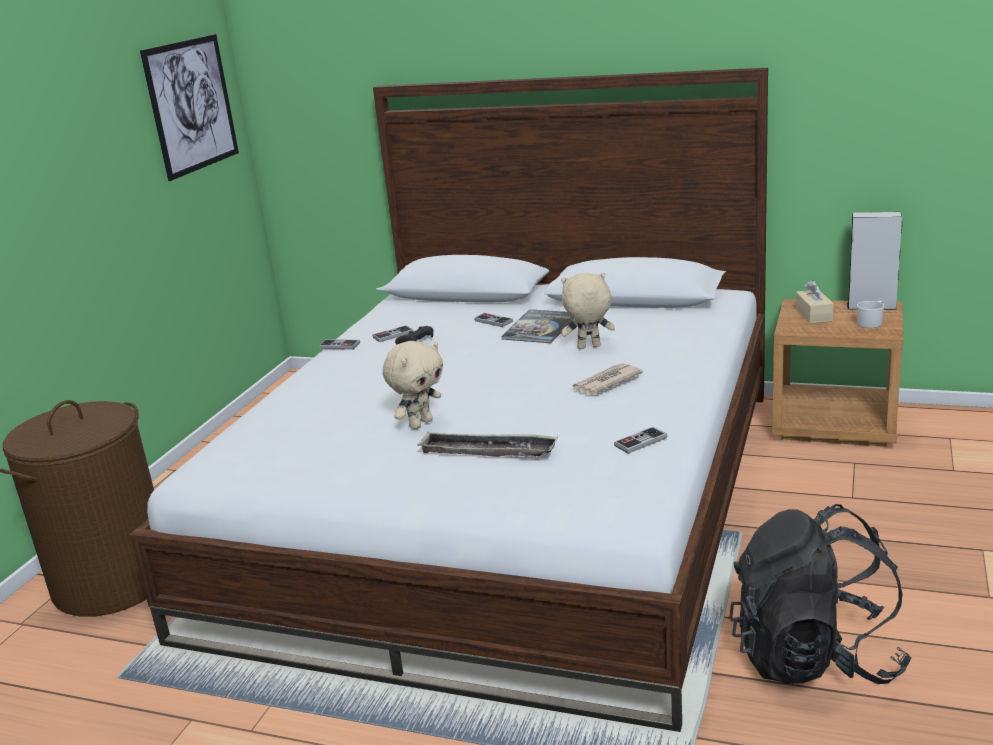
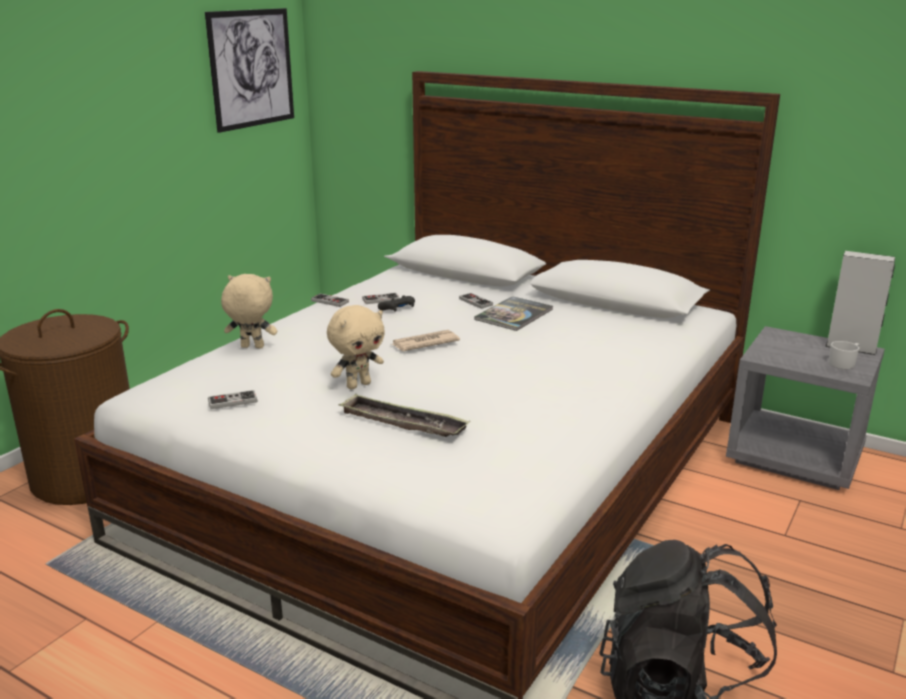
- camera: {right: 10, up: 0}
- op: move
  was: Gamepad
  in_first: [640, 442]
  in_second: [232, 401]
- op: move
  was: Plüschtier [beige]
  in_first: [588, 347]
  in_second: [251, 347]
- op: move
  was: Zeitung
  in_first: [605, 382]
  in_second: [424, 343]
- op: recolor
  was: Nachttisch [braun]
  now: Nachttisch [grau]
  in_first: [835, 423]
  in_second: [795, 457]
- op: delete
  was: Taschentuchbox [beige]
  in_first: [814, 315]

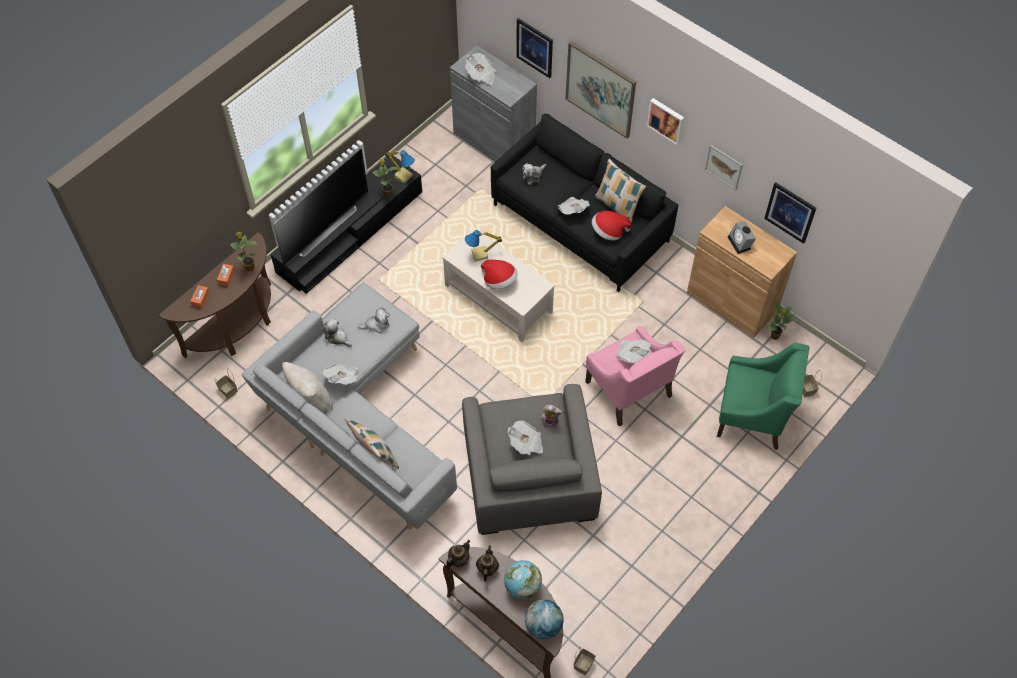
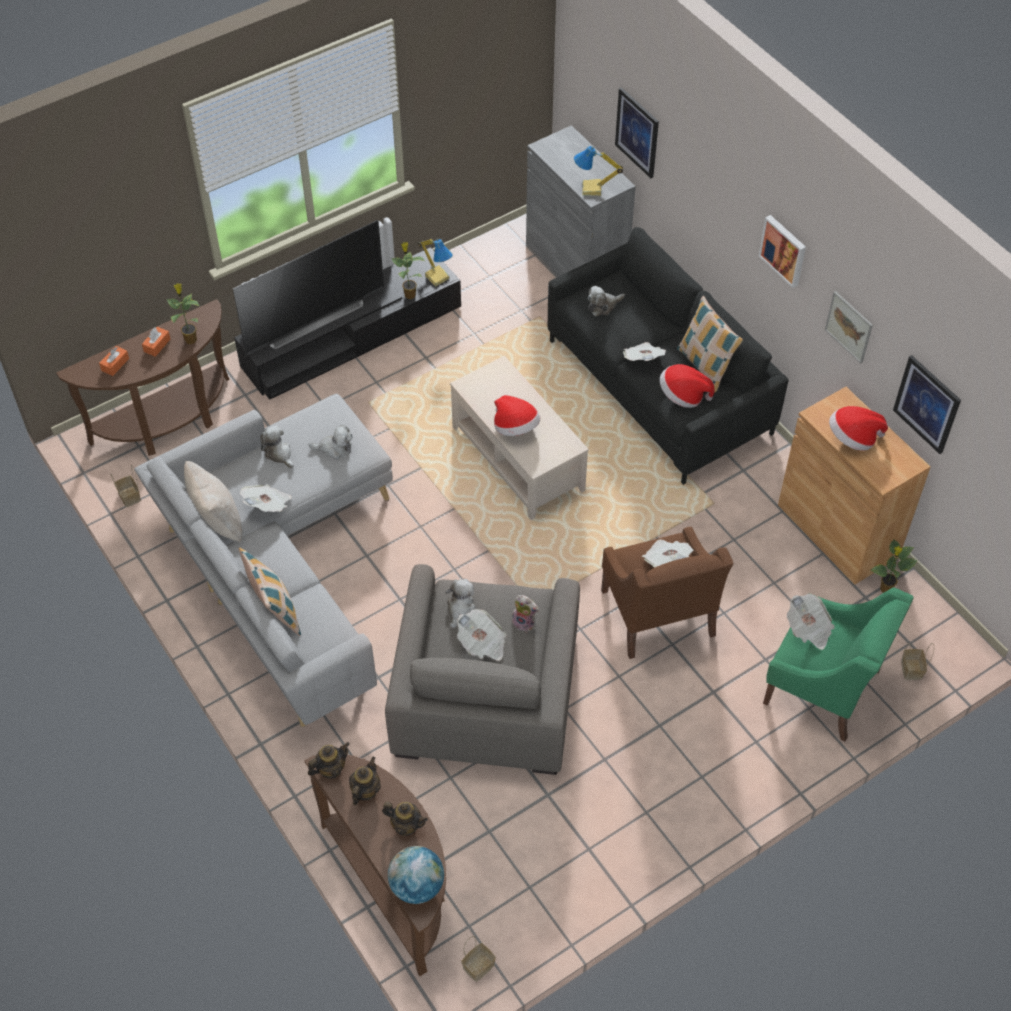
- camera: {right: 15, up: -5}
- op: replace
  was: Globus
  now: Teekanne
  in_first: [522, 586]
  in_second: [406, 825]
- op: insert
  now: Plüschtier
  in_second: [460, 608]
- op: move
  was: Tischlampe
  in_first: [480, 255]
  in_second: [592, 189]
- op: recolor
  was: Sessel [rosa]
  now: Sessel [braun]
  in_first: [629, 390]
  in_second: [658, 614]
- op: move
  was: Zeitung
  in_first: [481, 75]
  in_second: [808, 629]
- op: replace
  was: Wecker
  now: Hut
  in_first: [740, 243]
  in_second: [852, 438]
- op: delete
  was: Bild
  in_first: [600, 89]

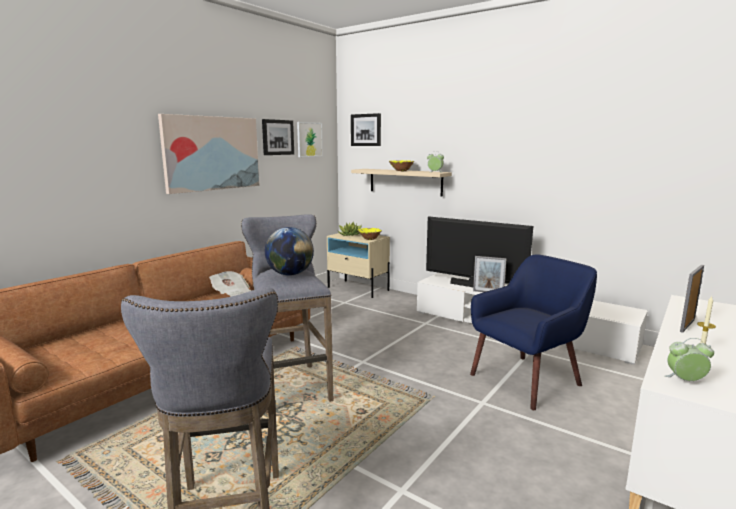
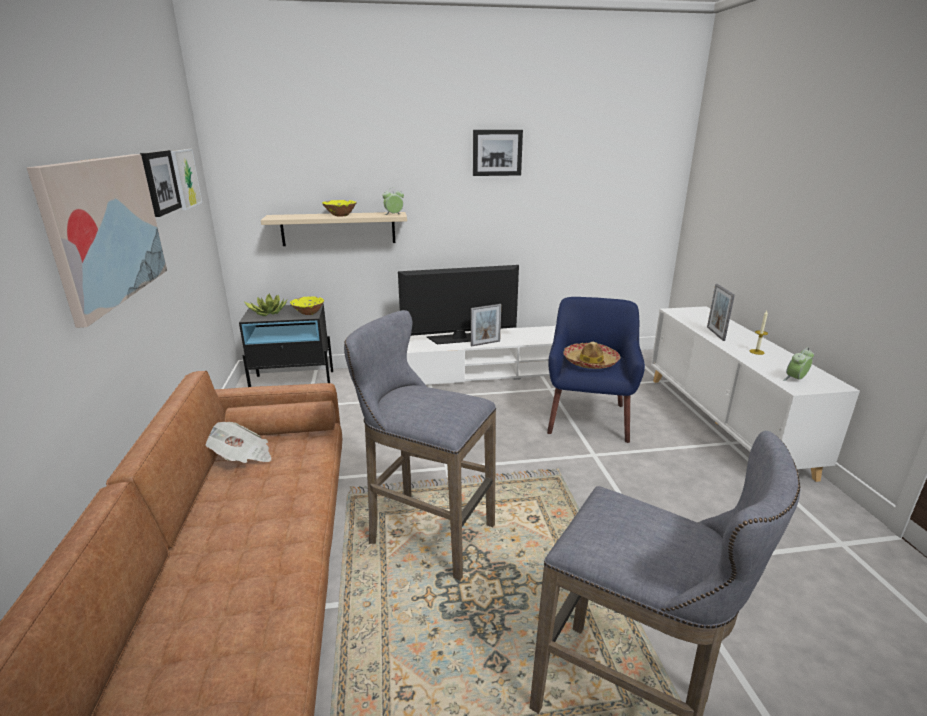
- camera: {right: -45, up: 10}
- op: recolor
  was: Nachttisch [beige]
  now: Nachttisch [schwarz]
  in_first: [358, 289]
  in_second: [293, 381]
- op: move
  was: Bild
  in_first: [366, 130]
  in_second: [497, 152]
- op: insert
  now: Hut
  in_second: [590, 362]
- op: delete
  was: Globus
  in_first: [290, 274]

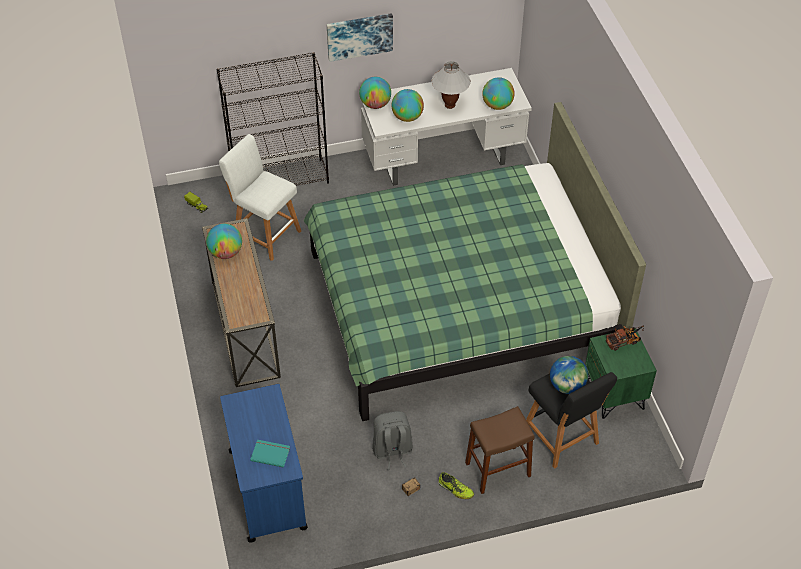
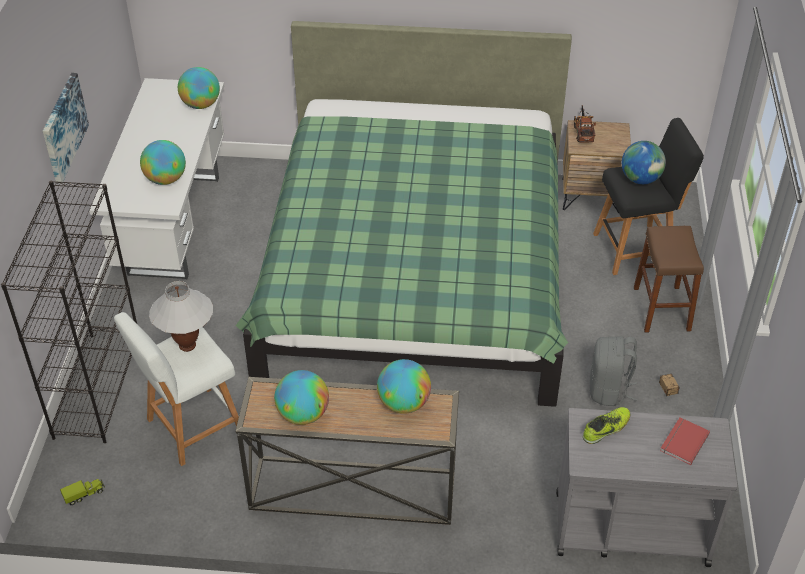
- camera: {right: -70, up: -5}
- op: move
  was: Tischlampe [weiß]
  in_first: [449, 105]
  in_second: [187, 346]
- op: move
  was: Globus
  in_first: [375, 104]
  in_second: [404, 403]
- op: recolor
  was: Rollwagen [blau]
  now: Rollwagen [grau]
  in_first: [267, 488]
  in_second: [630, 528]
- op: recolor
  was: Nachttisch [grün]
  now: Nachttisch [braun]
  in_first: [614, 394]
  in_second: [591, 195]
- op: move
  was: Schuh
  in_first: [455, 489]
  in_second: [606, 429]
- op: recolor
  was: Buch [türkis]
  now: Buch [rot]
  in_first: [270, 453]
  in_second: [683, 442]

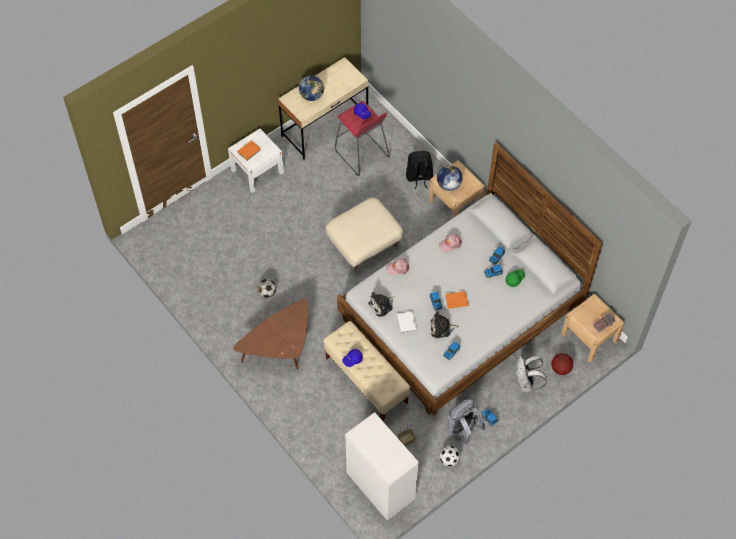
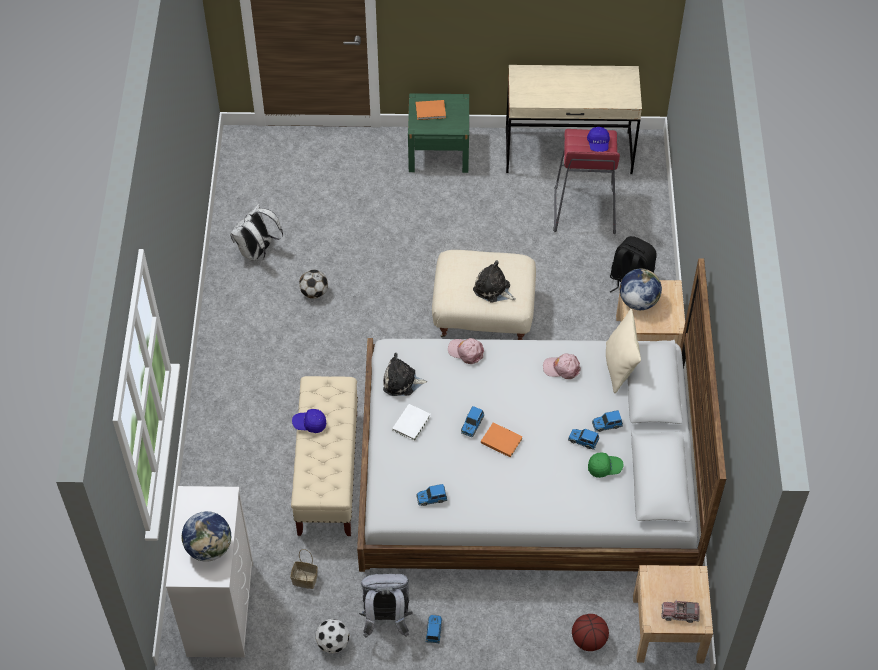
- camera: {right: 40, up: -5}
- op: move
  was: Globus
  in_first: [312, 96]
  in_second: [209, 548]
- op: move
  was: Rucksack [weiß]
  in_first: [526, 383]
  in_second: [257, 252]
- op: recolor
  was: Nachttisch [weiß]
  now: Nachttisch [grün]
  in_first: [257, 171]
  in_second: [438, 152]
- op: move
  was: Plüschtier
  in_first: [441, 328]
  in_second: [493, 289]
- op: insert
  now: Kissen [beige]
  in_second: [619, 367]
- op: delete
  was: Couchtisch [braun]
  in_first: [280, 348]

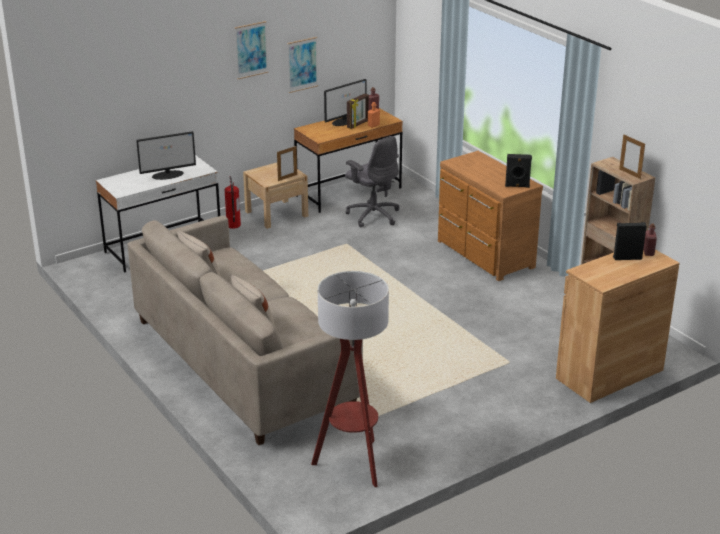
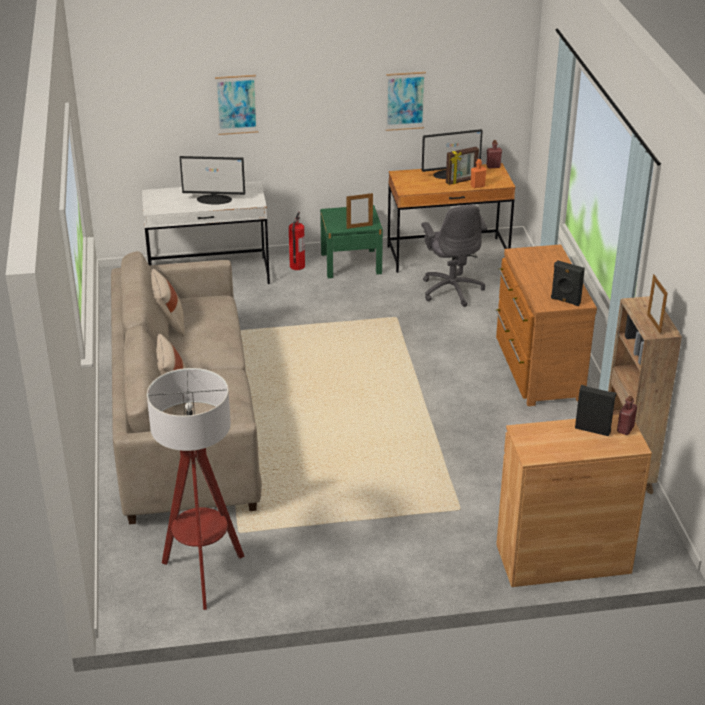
- camera: {right: 25, up: 5}
- op: move
  was: Bild
  in_first: [251, 50]
  in_second: [236, 104]
- op: recolor
  was: Nachttisch [beige]
  now: Nachttisch [grün]
  in_first: [276, 214]
  in_second: [351, 263]

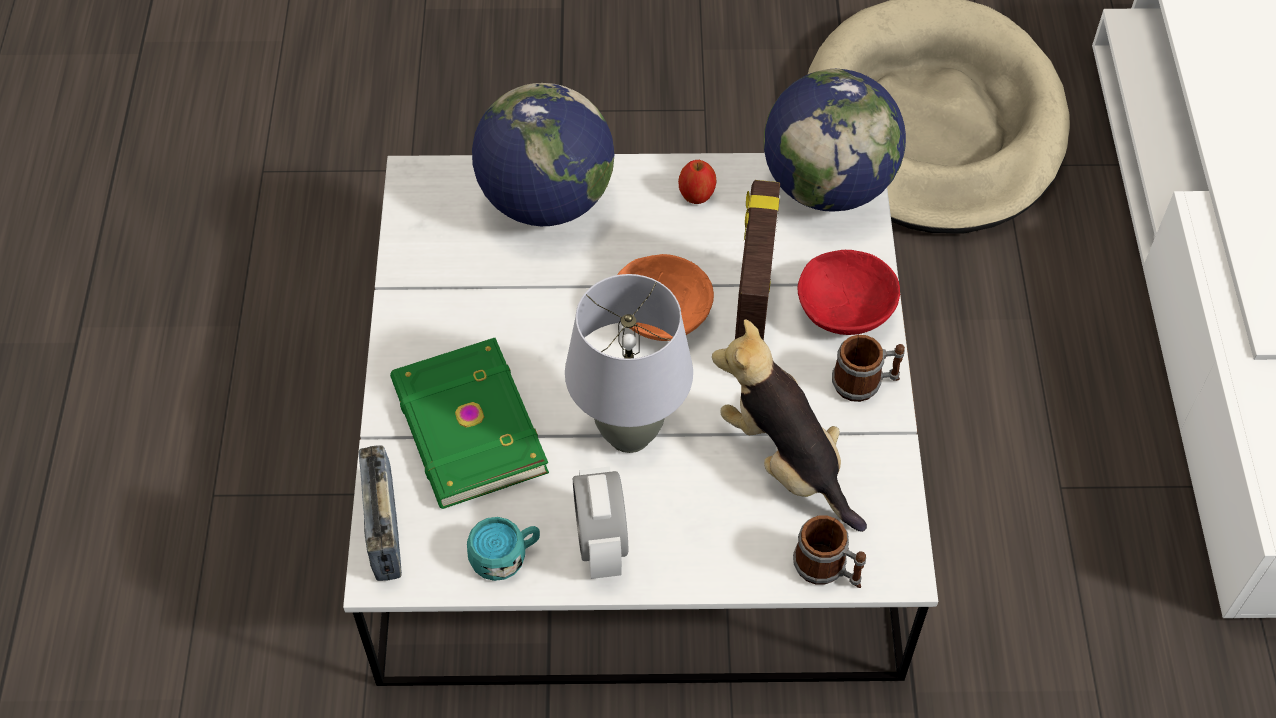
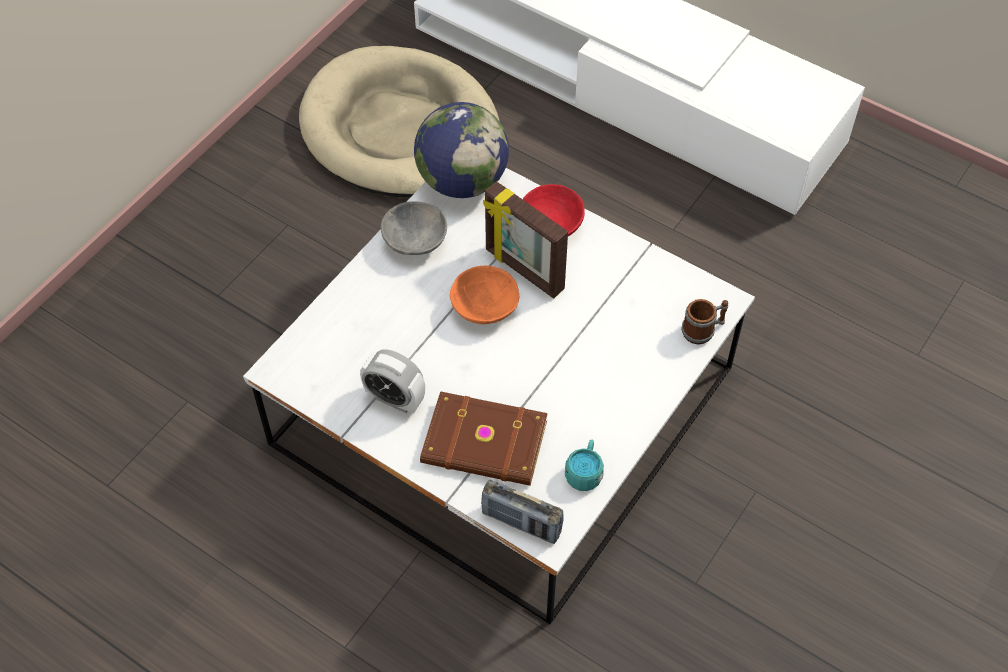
- camera: {right: -55, up: 0}
- op: move
  was: Wecker
  in_first: [601, 544]
  in_second: [395, 399]
- op: replace
  was: Apfel
  now: Schüssel [grau]
  in_first: [696, 195]
  in_second: [415, 242]
- op: recolor
  was: Buch [grün]
  now: Buch [braun]
  in_first: [466, 429]
  in_second: [484, 444]
- op: delete
  was: Globus
  in_first: [546, 201]
- op: delete
  was: Tischlampe [grau]
  in_first: [630, 434]
- op: delete
  was: Plüschtier
  in_first: [786, 461]
- op: delete
  was: Henkelbecher
  in_first: [865, 383]

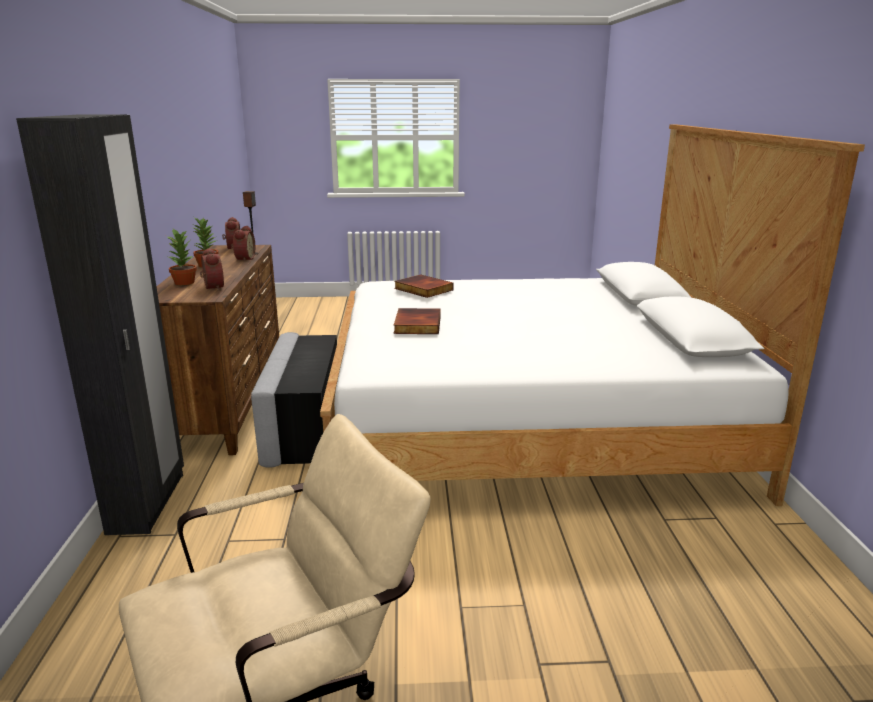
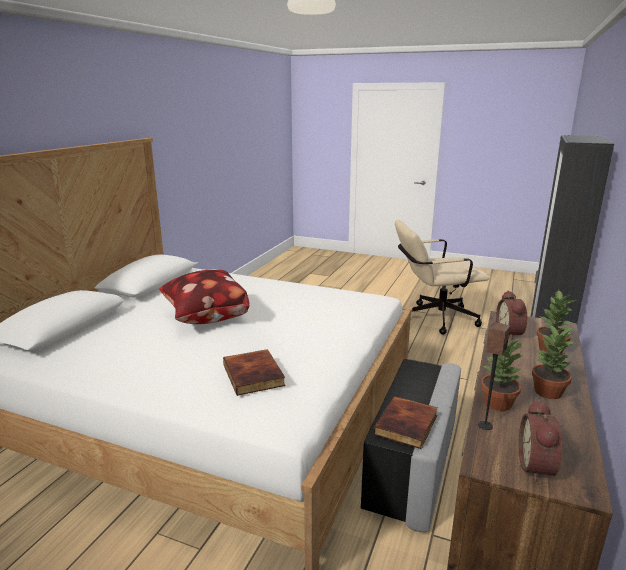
- camera: {right: -155, up: 0}
- op: insert
  now: Kissen
  in_second: [205, 319]
- op: move
  was: Buch
  in_first: [416, 324]
  in_second: [407, 425]
- op: replace
  was: Wecker
  now: Topfpflanze
  in_first: [243, 259]
  in_second: [497, 403]

